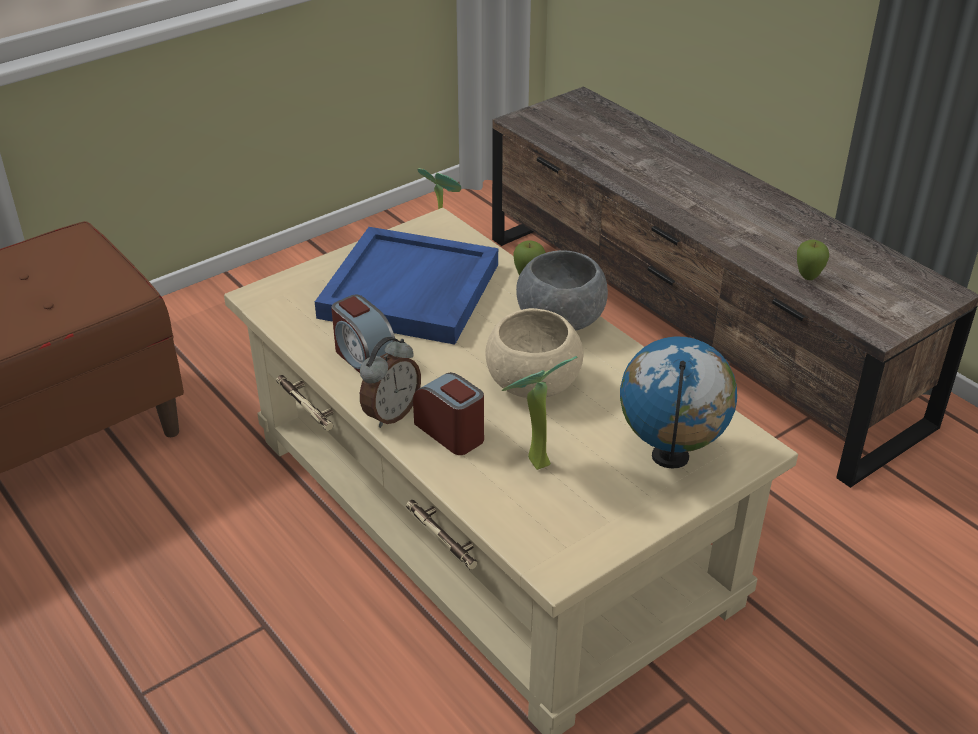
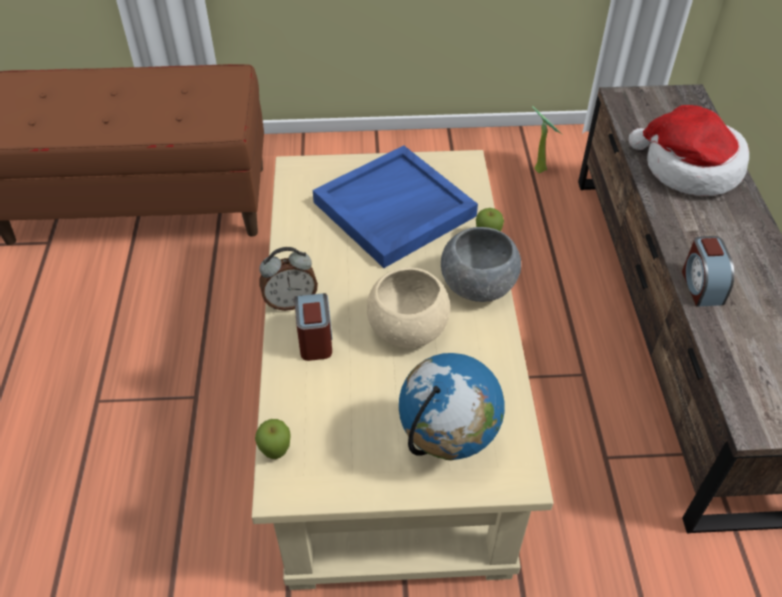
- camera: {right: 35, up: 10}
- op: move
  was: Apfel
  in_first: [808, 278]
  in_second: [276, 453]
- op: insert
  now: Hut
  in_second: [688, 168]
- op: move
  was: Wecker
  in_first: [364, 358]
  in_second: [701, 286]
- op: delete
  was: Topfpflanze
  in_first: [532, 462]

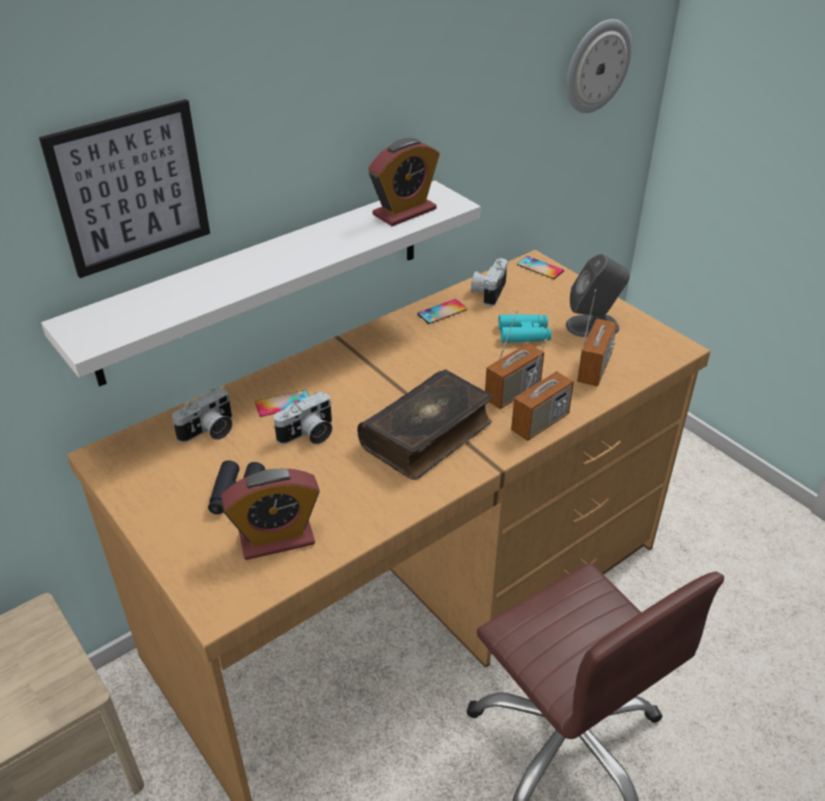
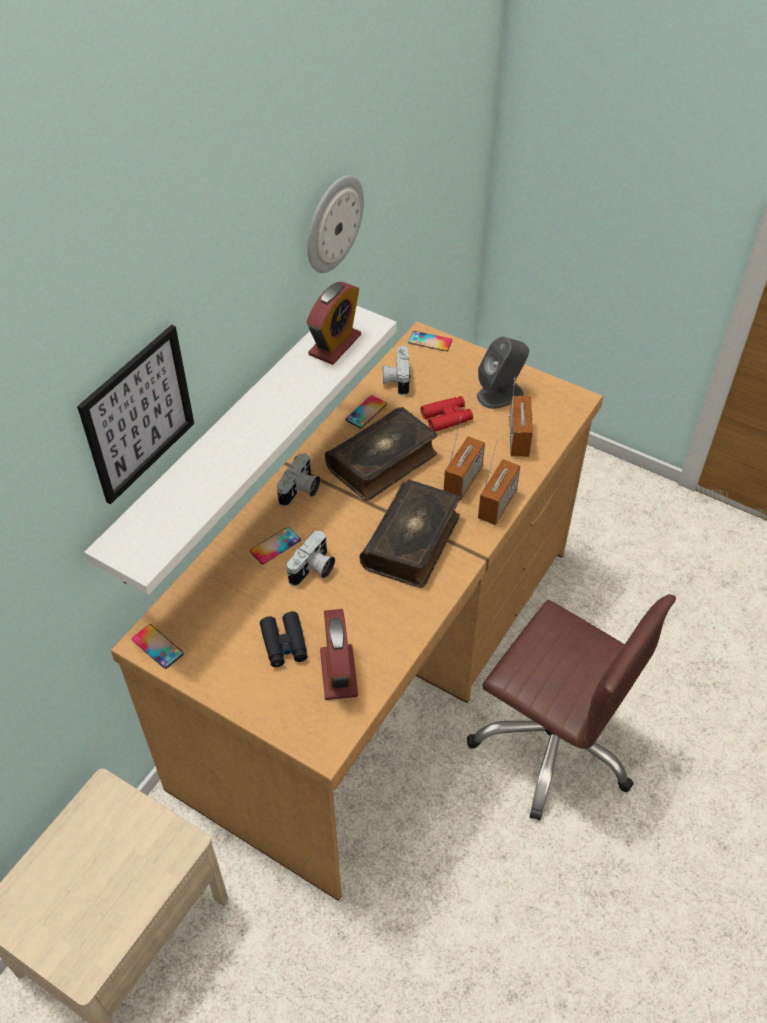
- camera: {right: -20, up: 10}
- op: insert
  now: Handy
  in_second: [157, 646]
- op: move
  was: Kamera
  in_first: [209, 431]
  in_second: [300, 491]
- op: move
  was: Wanduhr
  in_first: [596, 66]
  in_second: [333, 223]
- op: rotate
  was: Wecker
  in_first: [277, 539]
  in_second: [338, 673]
  clockwise: -60
- op: insert
  now: Buch
  in_second: [383, 462]
- op: recolor
  was: Fernglas [türkis]
  now: Fernglas [rot]
  in_first: [524, 334]
  in_second: [446, 418]

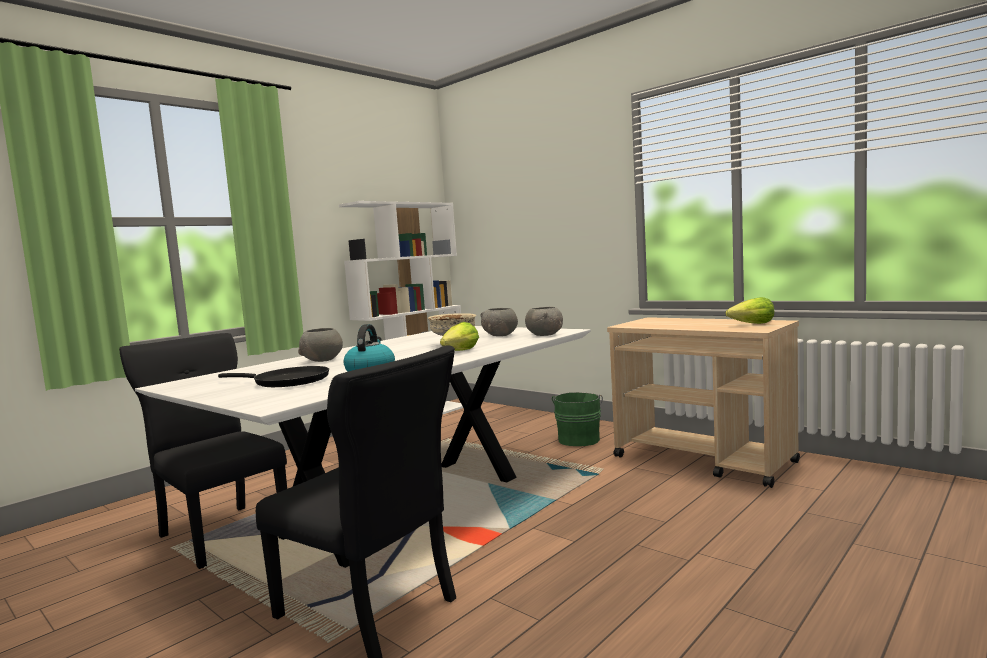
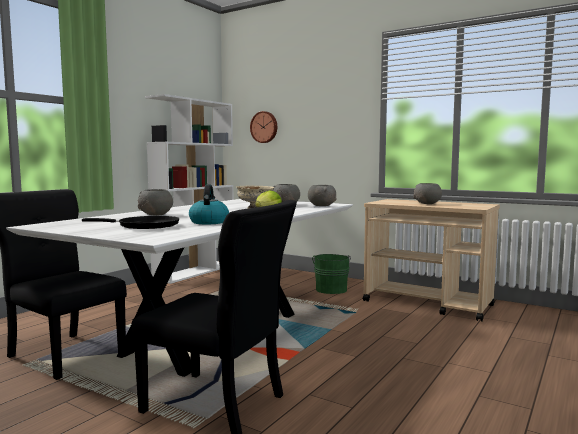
- camera: {right: -10, up: 0}
- op: insert
  now: Wanduhr
  in_second: [264, 127]
- op: insert
  now: Schüssel [grau]
  in_second: [427, 203]
- op: delete
  was: Salatkopf
  in_first: [752, 324]

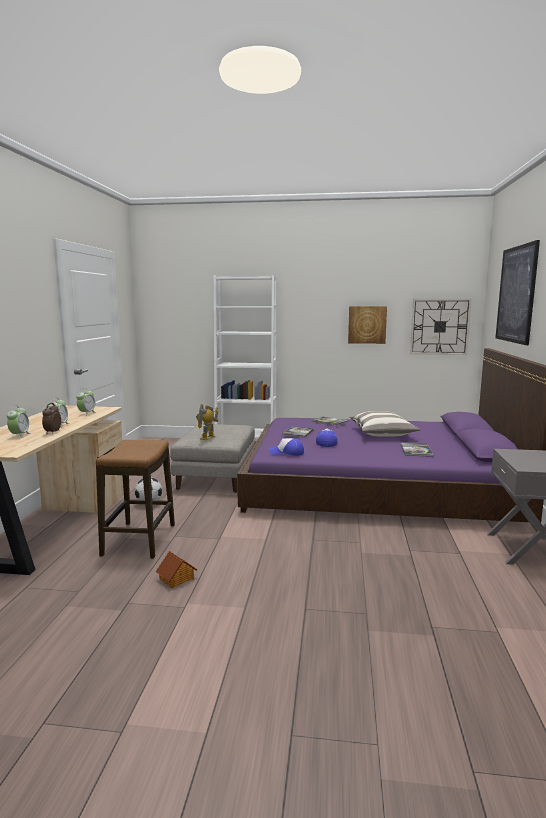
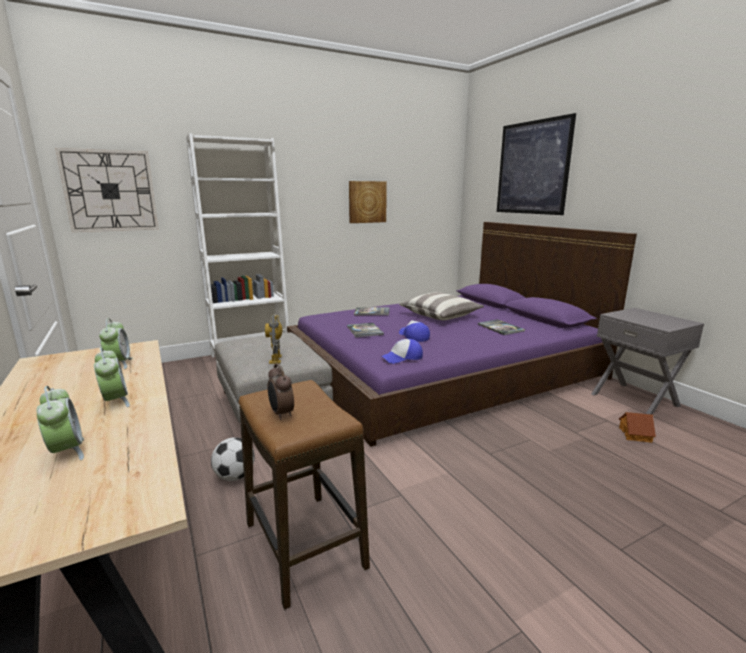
- camera: {right: -35, up: 5}
- op: move
  was: Wanduhr
  in_first: [439, 326]
  in_second: [110, 191]
- op: move
  was: Wecker
  in_first: [52, 432]
  in_second: [281, 414]
- op: move
  was: Spielzeughaus
  in_first: [177, 578]
  in_second: [635, 434]

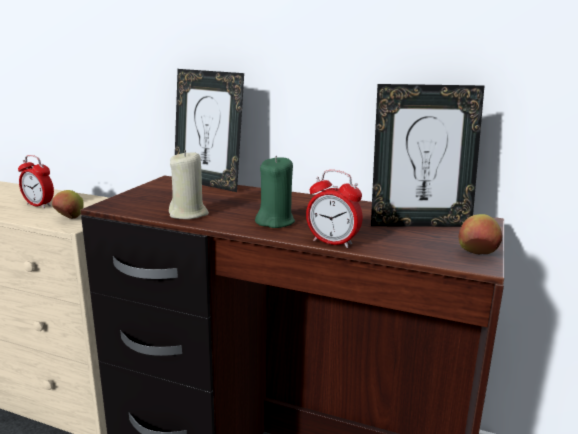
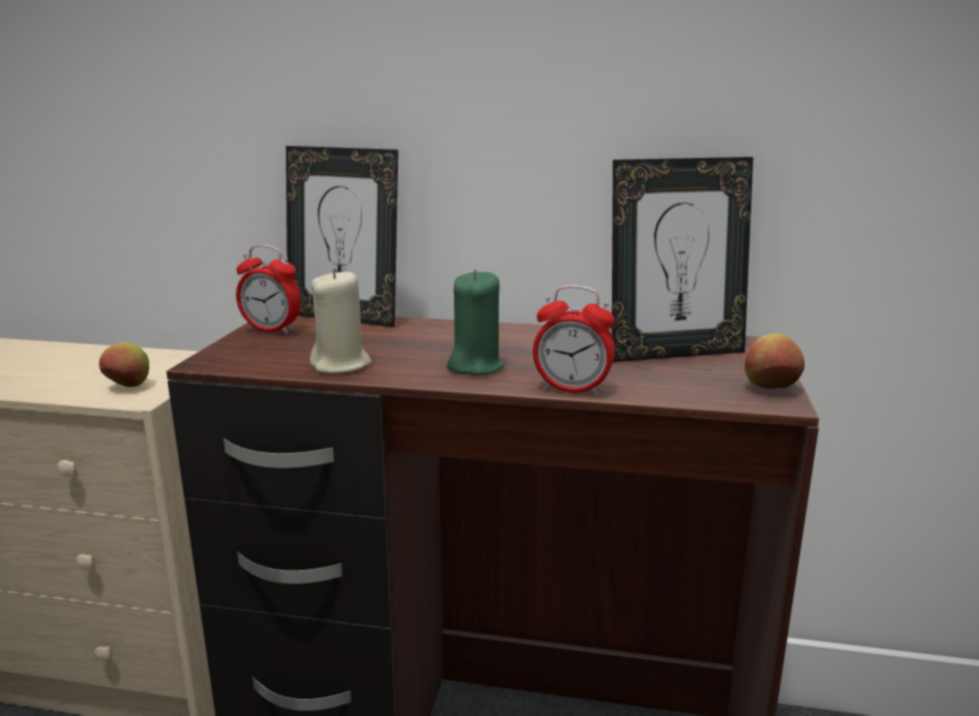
- camera: {right: -10, up: 0}
- op: move
  was: Wecker
  in_first: [39, 205]
  in_second: [271, 330]

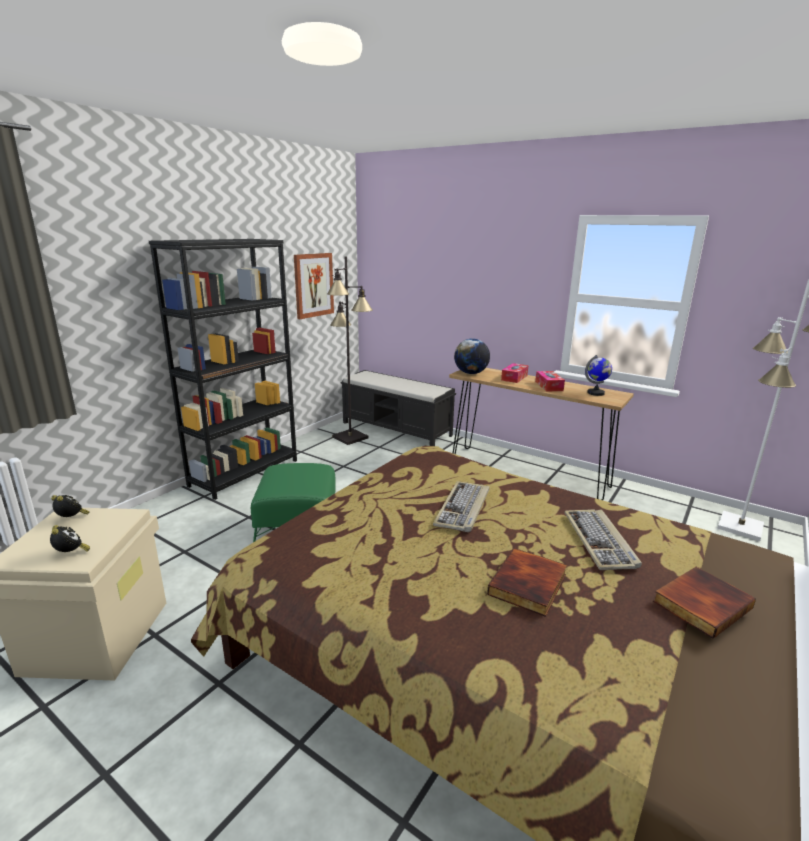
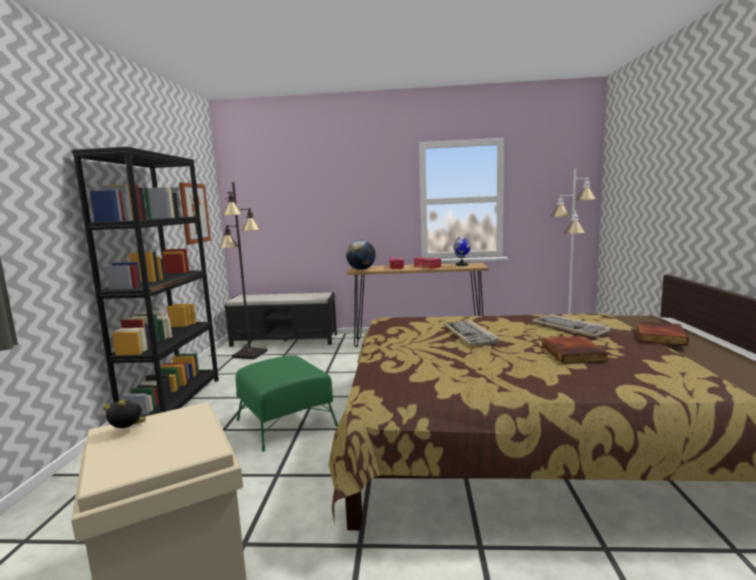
- camera: {right: -30, up: -10}
- op: delete
  was: Wecker
  in_first: [71, 554]

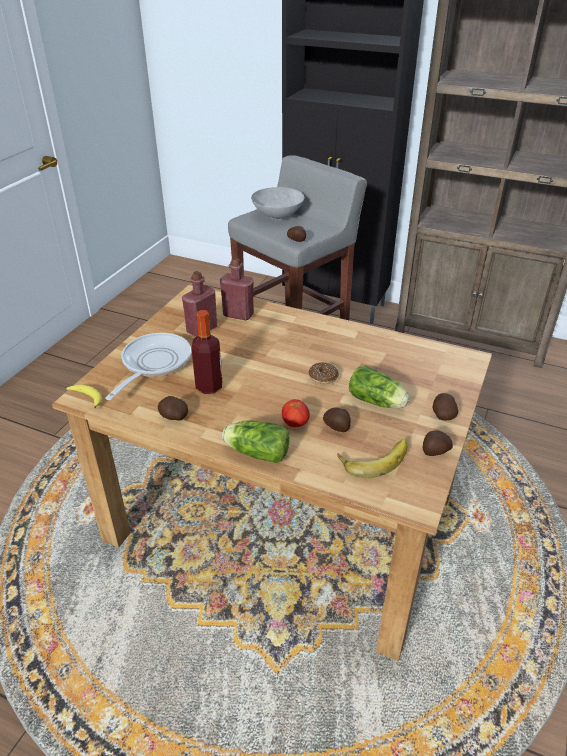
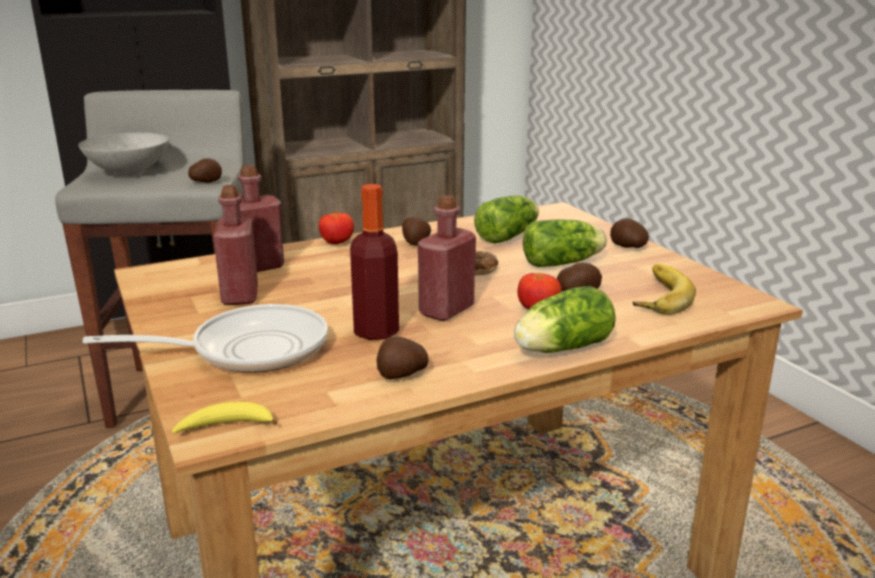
- camera: {right: -50, up: -15}
- op: rotate
  was: Pfanne
  in_first: [153, 364]
  in_second: [248, 350]
  clockwise: 105
- op: insert
  now: Tomate
  in_second: [337, 243]
- op: move
  was: Kartoffel
  in_first: [434, 451]
  in_second: [415, 243]
- op: insert
  now: Flasche [rot]
  in_second: [446, 310]
- op: insert
  now: Salatkopf
  in_second: [509, 236]

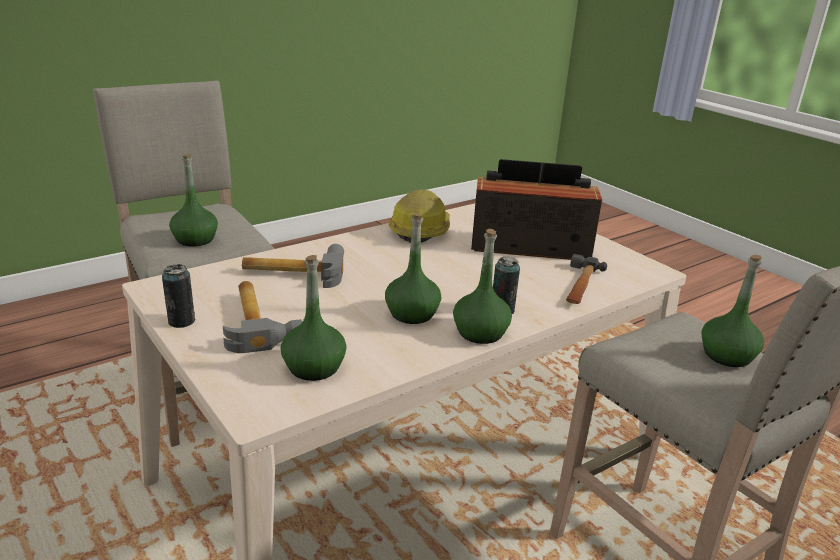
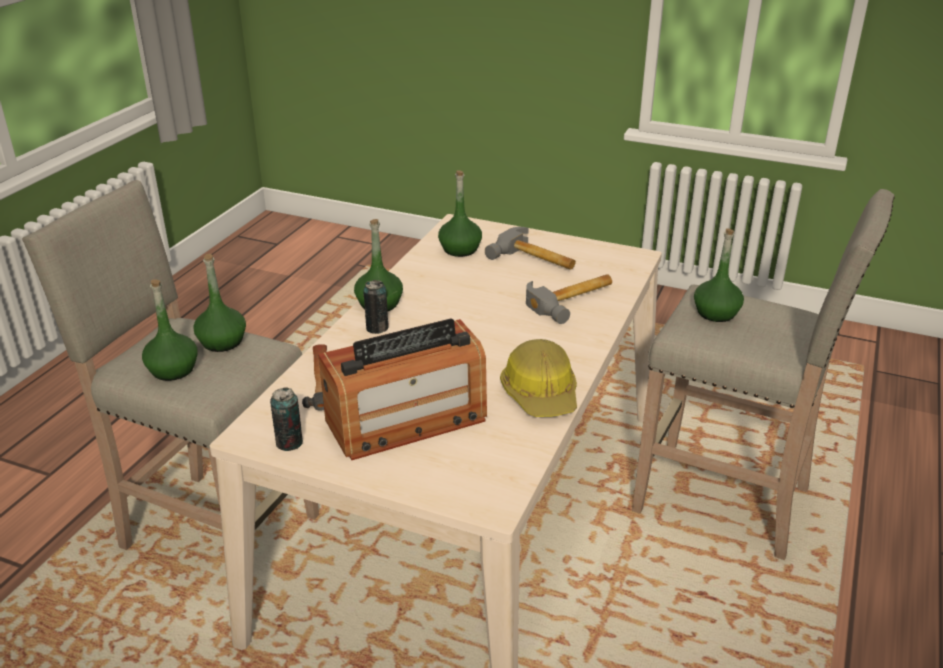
- camera: {right: 150, up: 5}
- op: move
  was: Flasche [grün]
  in_first: [412, 313]
  in_second: [222, 342]
- op: move
  was: Dose
  in_first: [181, 321]
  in_second: [289, 443]

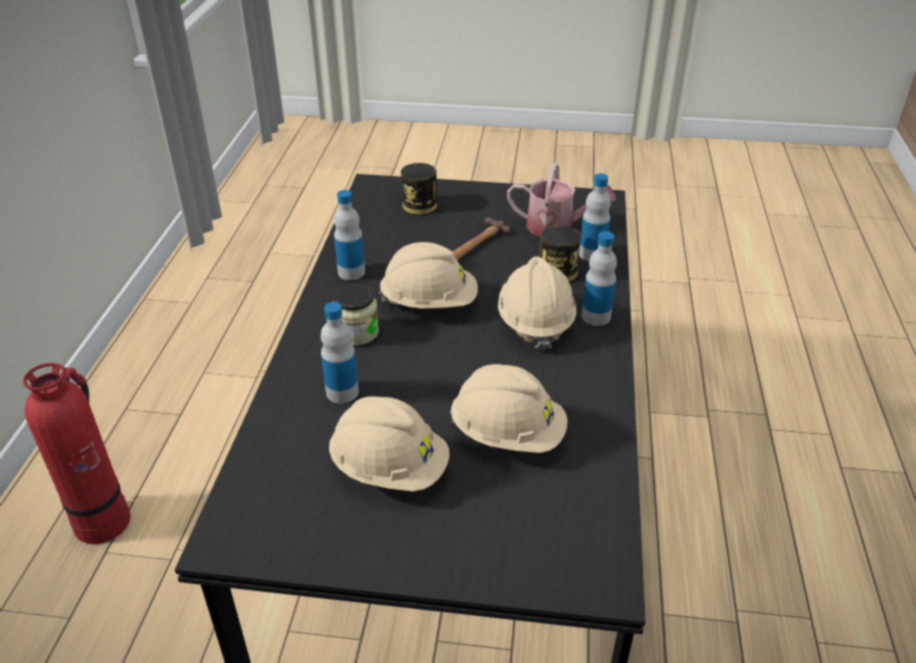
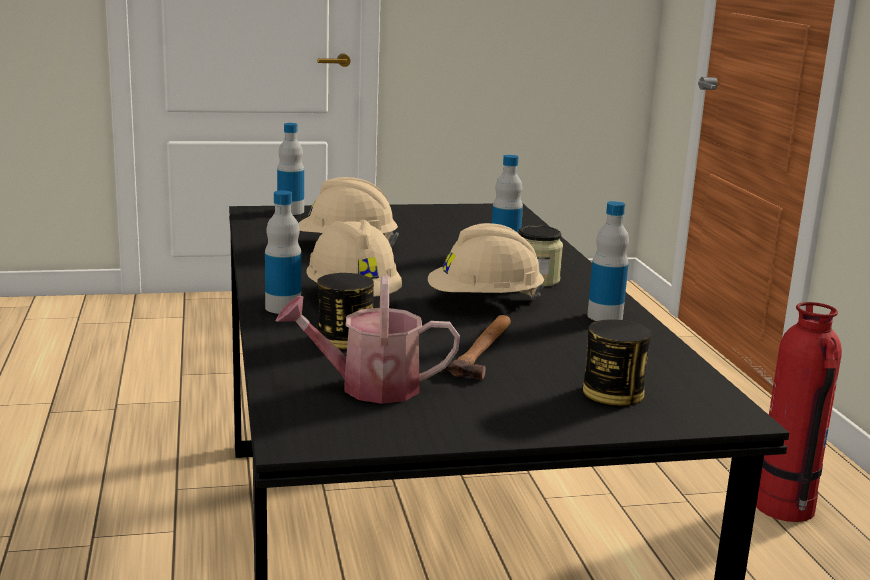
- camera: {right: 160, up: -20}
- op: move
  was: Flasche
  in_first: [592, 254]
  in_second: [290, 211]
- op: delete
  was: Schutzhelm [beige]
  in_first: [389, 468]

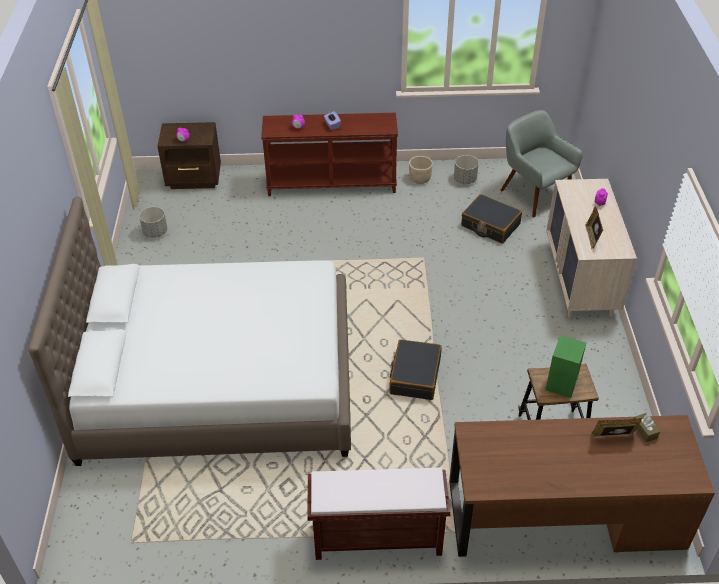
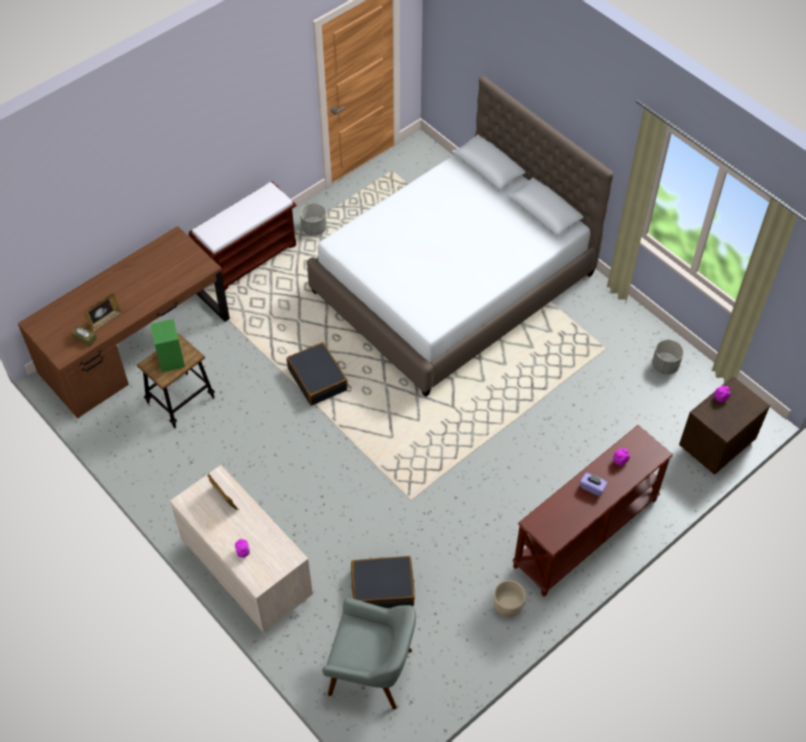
- camera: {right: 140, up: 10}
- op: move
  was: Pflanzkübel [grau]
  in_first: [465, 179]
  in_second: [314, 228]

